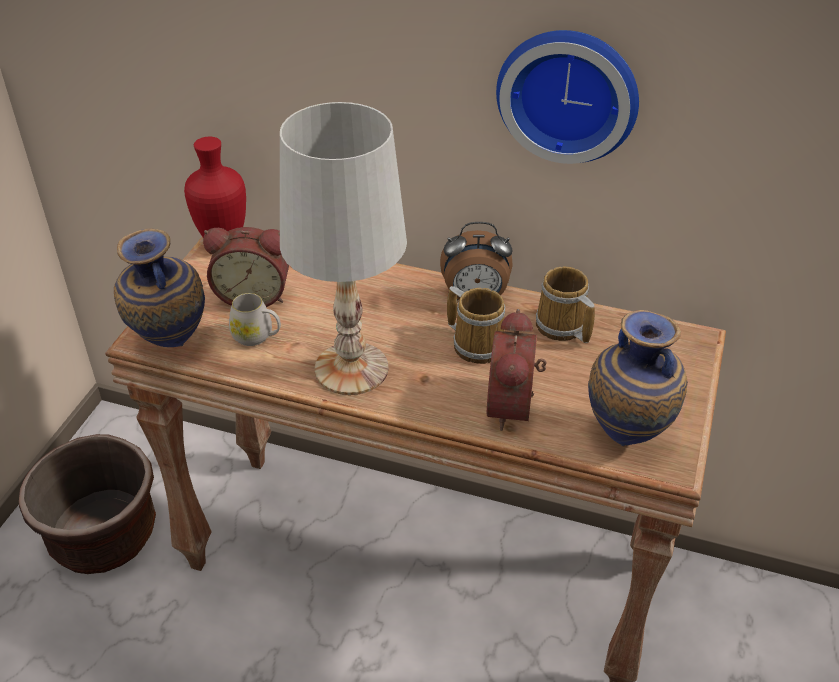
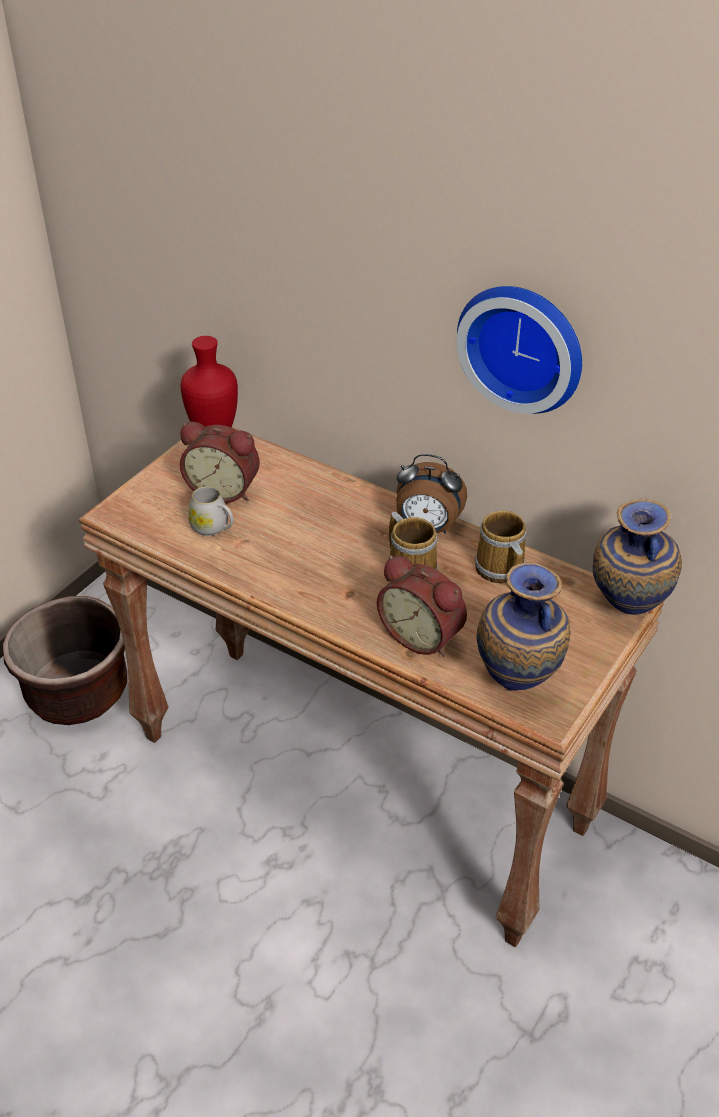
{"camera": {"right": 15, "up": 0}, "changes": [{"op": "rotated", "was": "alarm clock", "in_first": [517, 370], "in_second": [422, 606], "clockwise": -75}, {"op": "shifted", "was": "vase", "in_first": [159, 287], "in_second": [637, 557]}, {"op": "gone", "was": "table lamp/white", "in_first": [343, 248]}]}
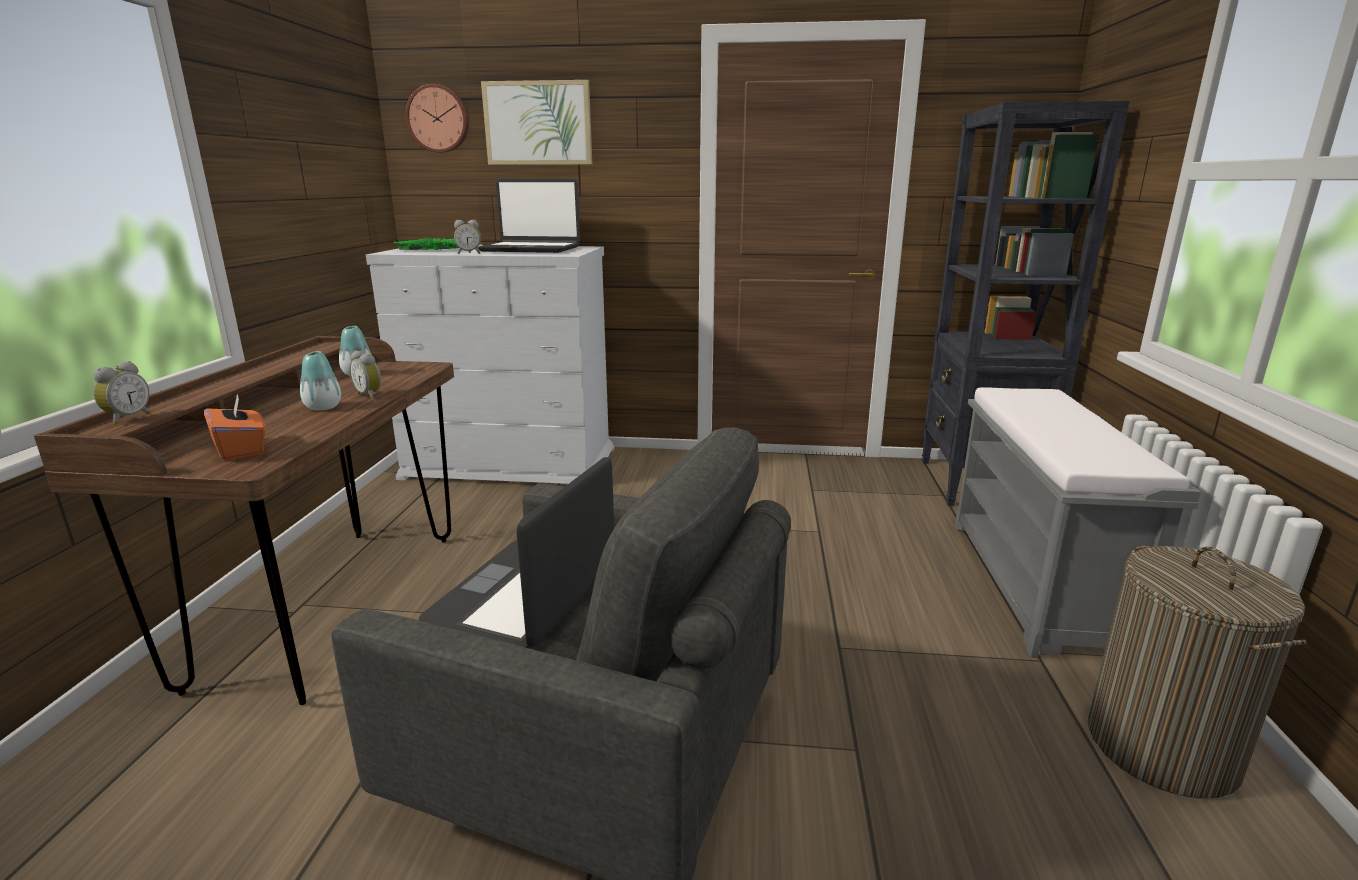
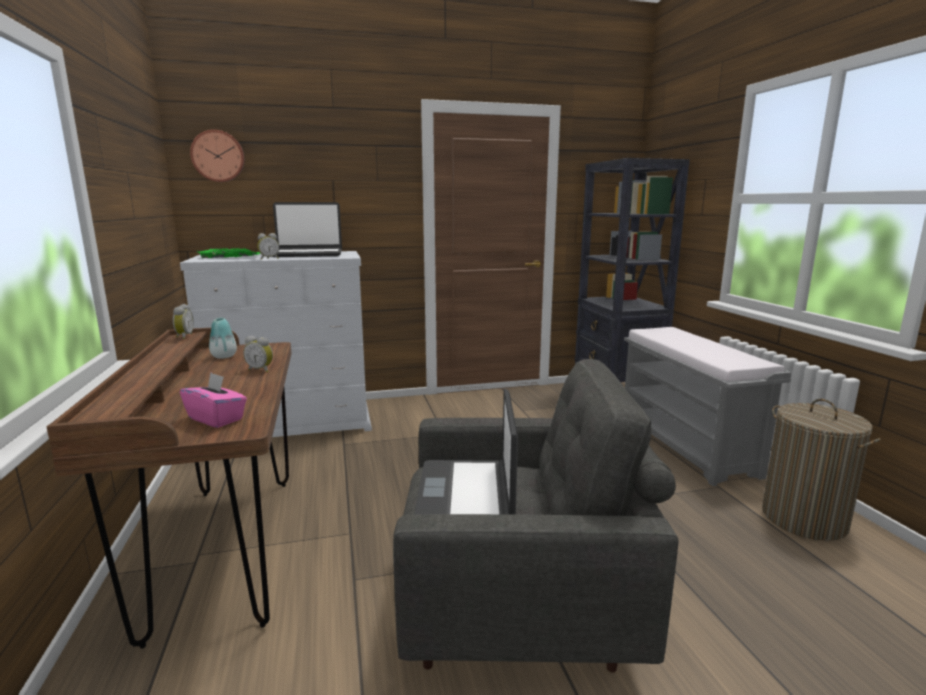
{"camera": {"right": -20, "up": -5}, "changes": [{"op": "shifted", "was": "alarm clock", "in_first": [121, 392], "in_second": [183, 321]}, {"op": "repainted", "was": "tissue box/orange", "now": "tissue box/pink", "in_first": [235, 428], "in_second": [213, 400]}, {"op": "gone", "was": "vase", "in_first": [320, 381]}, {"op": "gone", "was": "picture", "in_first": [536, 122]}]}
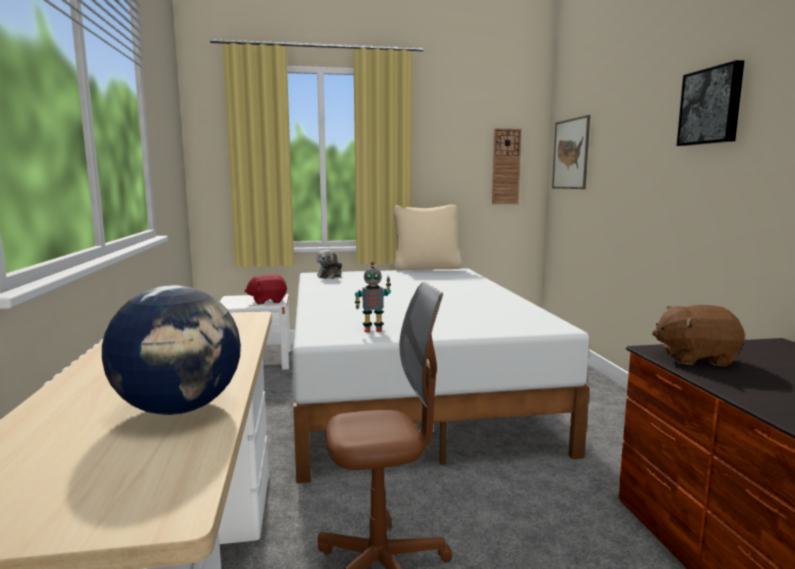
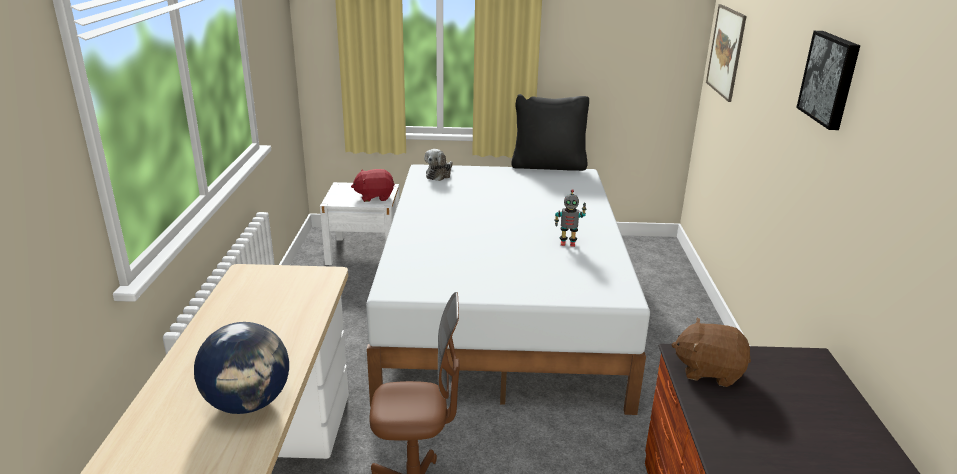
{"camera": {"right": 10, "up": 15}, "changes": [{"op": "repainted", "was": "pillow/beige", "now": "pillow/black", "in_first": [428, 238], "in_second": [550, 132]}, {"op": "shifted", "was": "toy robot", "in_first": [373, 296], "in_second": [570, 218]}, {"op": "gone", "was": "wall clock", "in_first": [507, 166]}]}
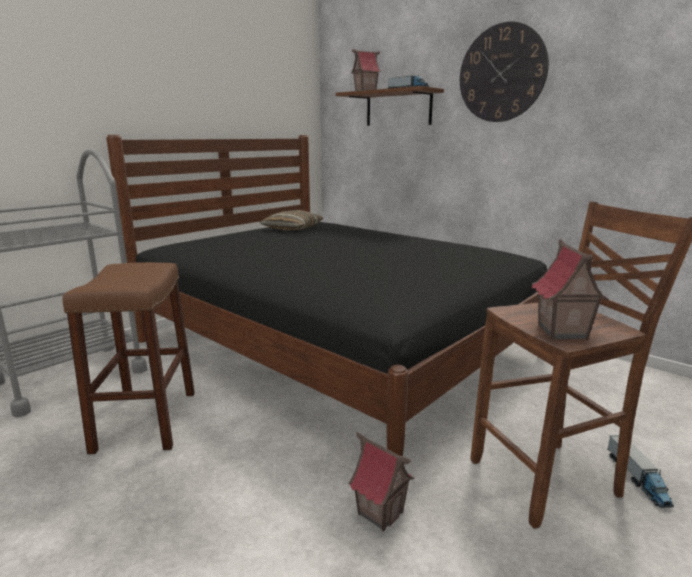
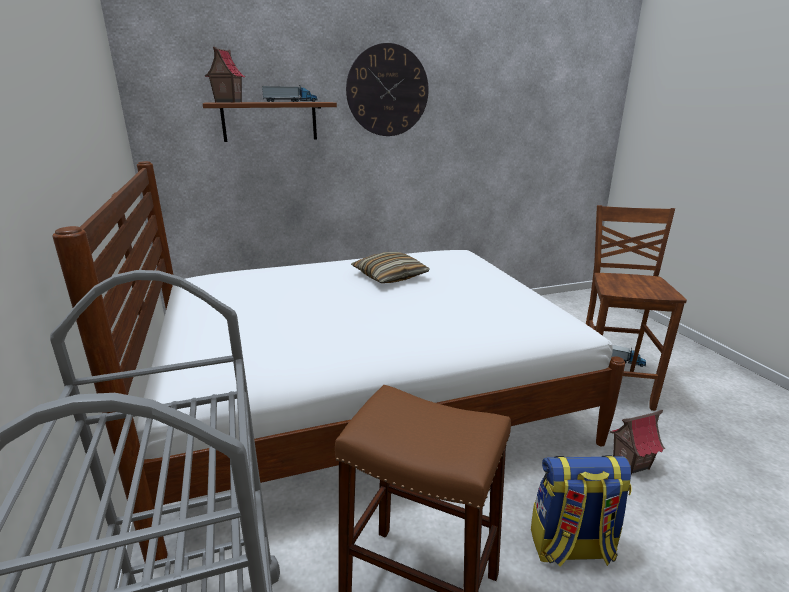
{"camera": {"right": -60, "up": 5}, "changes": [{"op": "repainted", "was": "bed/black", "now": "bed/white", "in_first": [326, 295], "in_second": [338, 361]}, {"op": "shifted", "was": "pillow", "in_first": [291, 220], "in_second": [390, 267]}, {"op": "new", "now": "backpack", "in_second": [581, 510]}, {"op": "gone", "was": "toy house", "in_first": [570, 289]}]}
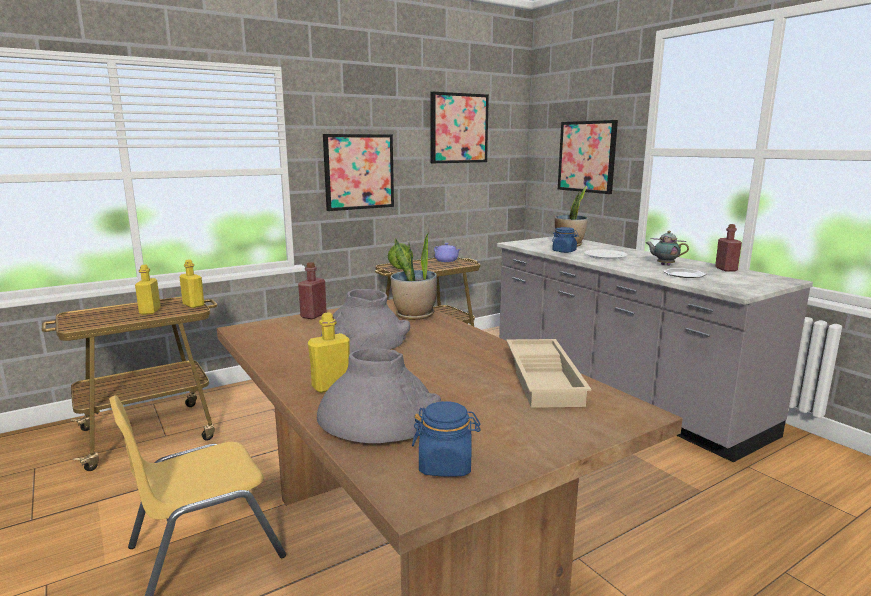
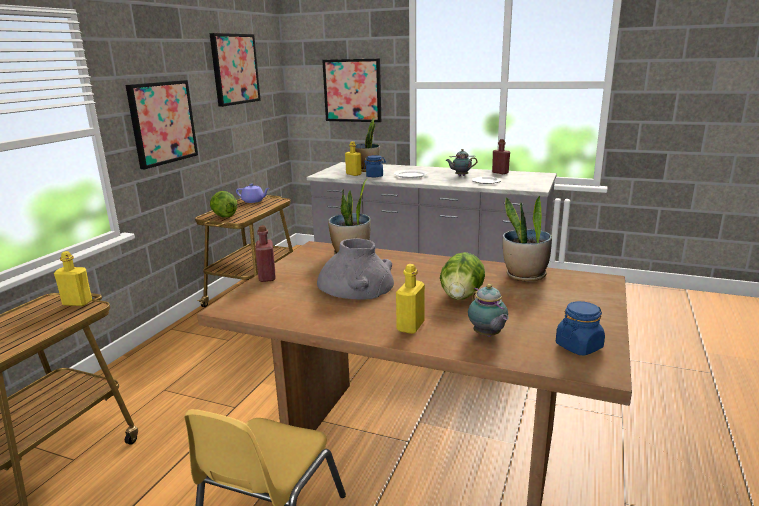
{"camera": {"right": -35, "up": 5}, "changes": [{"op": "shifted", "was": "bottle/yellow", "in_first": [148, 290], "in_second": [353, 158]}, {"op": "new", "now": "lettuce", "in_second": [462, 276]}, {"op": "swapped", "was": "vase/grey", "now": "teapot", "in_first": [379, 395], "in_second": [488, 310]}, {"op": "swapped", "was": "tray/beige", "now": "potted plant", "in_first": [548, 373], "in_second": [527, 239]}]}
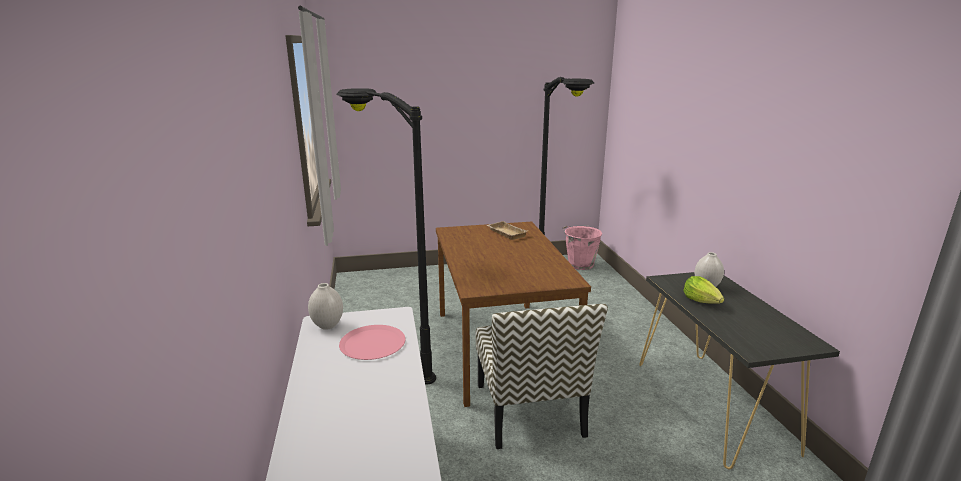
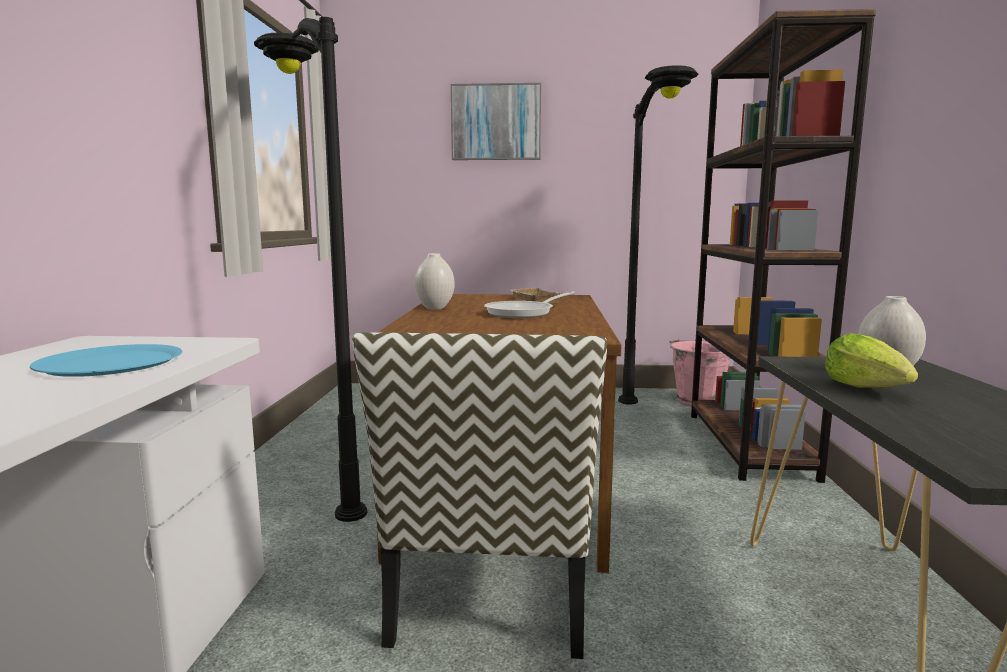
{"camera": {"right": 15, "up": -10}, "changes": [{"op": "repainted", "was": "plate/pink", "now": "plate/blue", "in_first": [372, 342], "in_second": [106, 360]}, {"op": "shifted", "was": "vase/white", "in_first": [325, 306], "in_second": [434, 281]}, {"op": "new", "now": "picture", "in_second": [496, 121]}, {"op": "new", "now": "frying pan", "in_second": [529, 305]}, {"op": "new", "now": "bookcase/brown", "in_second": [783, 246]}]}
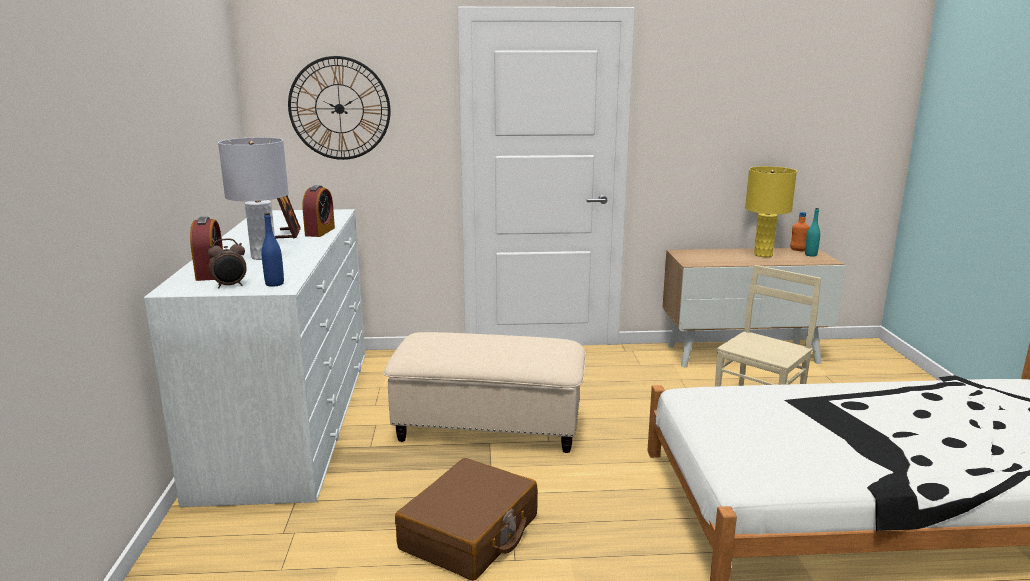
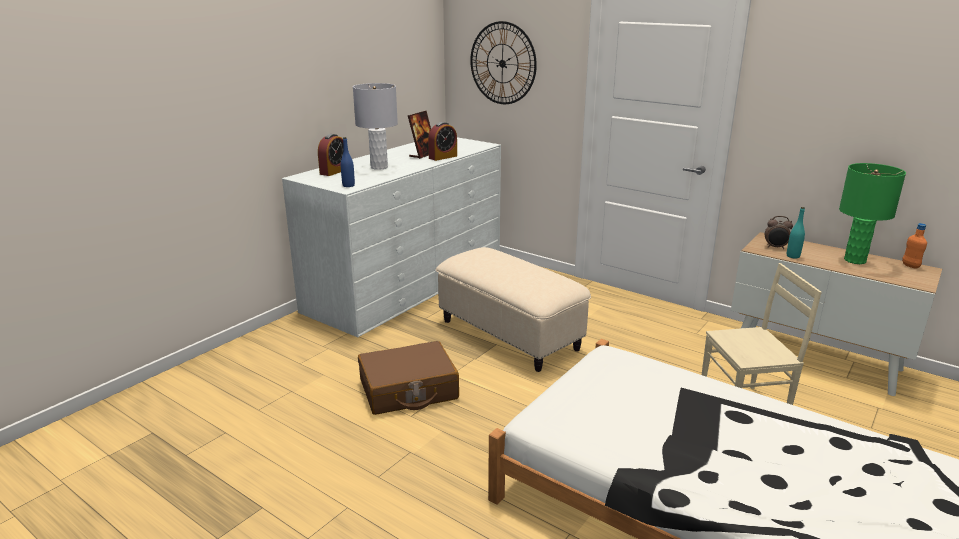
{"camera": {"right": 40, "up": 5}, "changes": [{"op": "shifted", "was": "alarm clock", "in_first": [227, 263], "in_second": [779, 232]}, {"op": "shifted", "was": "bottle/turquoise", "in_first": [812, 232], "in_second": [796, 232]}, {"op": "repainted", "was": "table lamp/yellow", "now": "table lamp/green", "in_first": [771, 211], "in_second": [872, 213]}]}
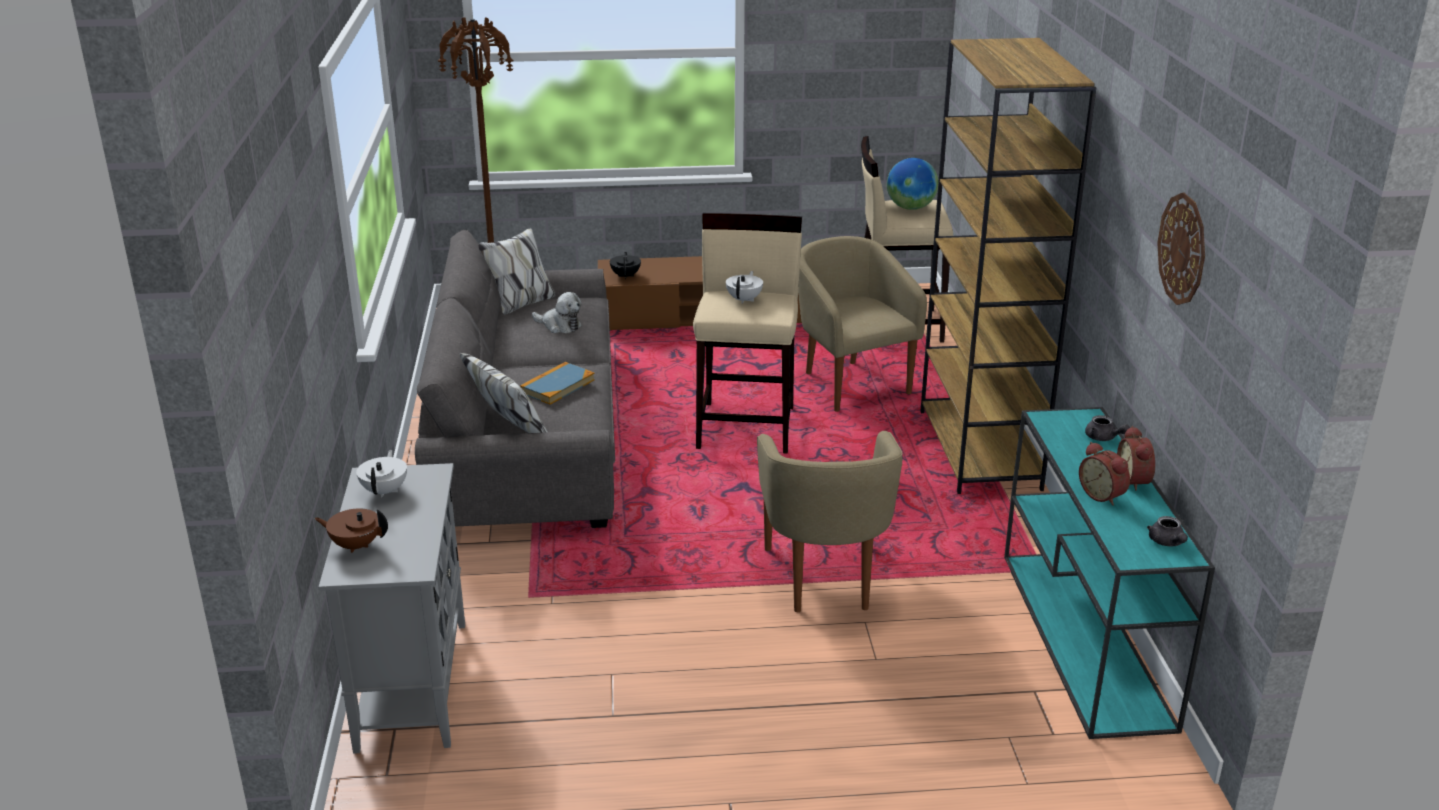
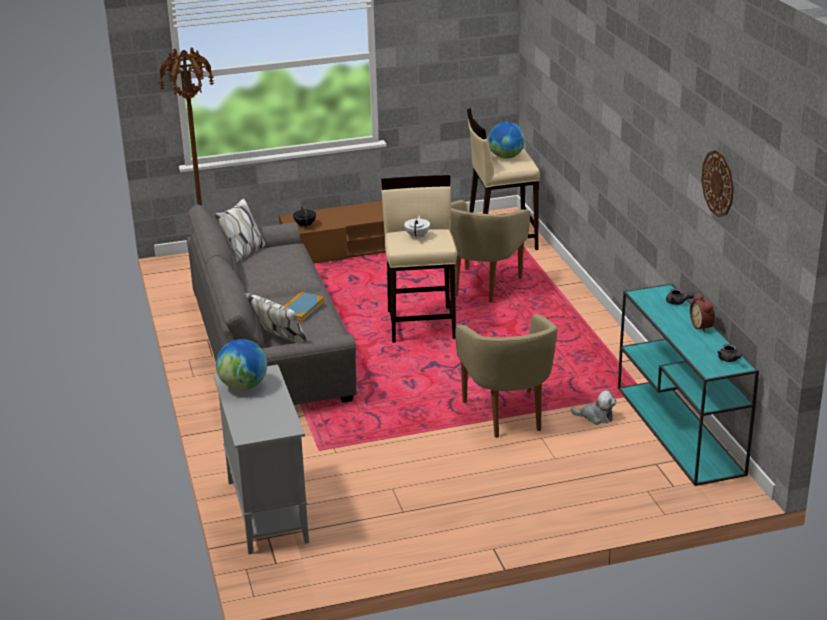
{"camera": {"right": -10, "up": 0}, "changes": [{"op": "swapped", "was": "teapot/white", "now": "globe", "in_first": [381, 474], "in_second": [241, 364]}, {"op": "rotated", "was": "armchair/beige", "in_first": [862, 324], "in_second": [490, 251], "clockwise": -120}, {"op": "shifted", "was": "plush toy", "in_first": [557, 312], "in_second": [593, 407]}, {"op": "gone", "was": "teapot/brown", "in_first": [351, 531]}, {"op": "gone", "was": "bookcase/brown", "in_first": [1008, 266]}, {"op": "gone", "was": "alarm clock", "in_first": [1104, 474]}]}
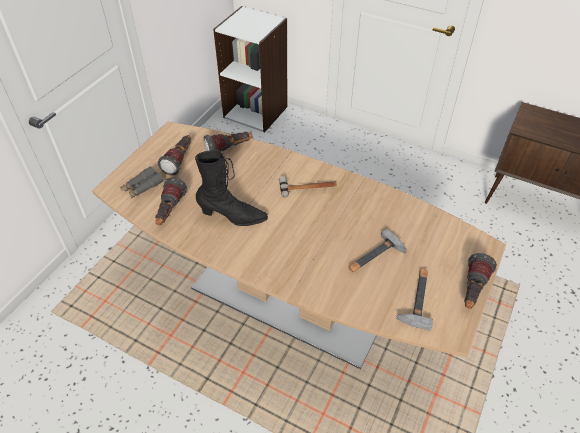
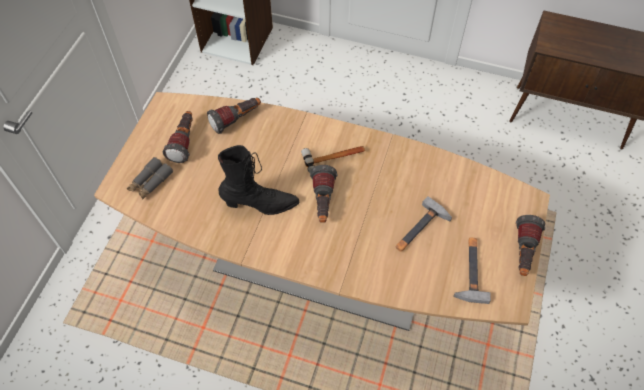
{"camera": {"right": -10, "up": 10}, "changes": [{"op": "shifted", "was": "flashlight", "in_first": [171, 201], "in_second": [323, 194]}]}
